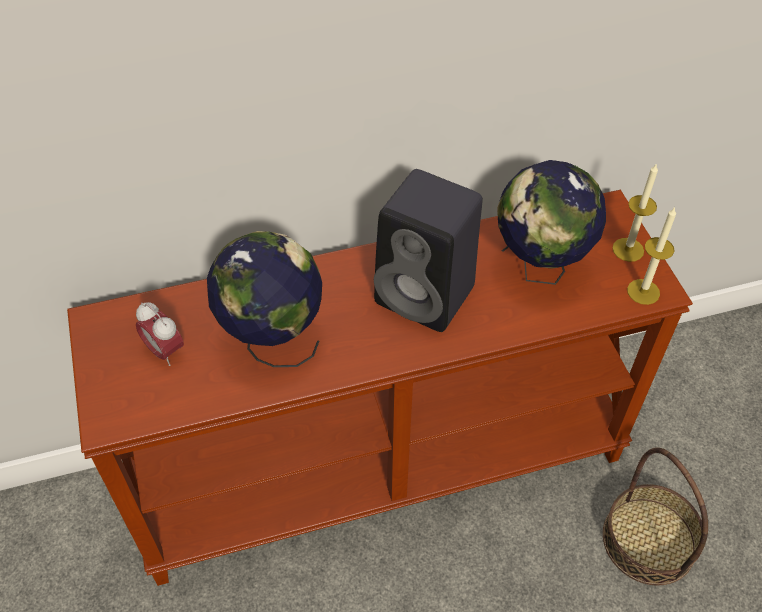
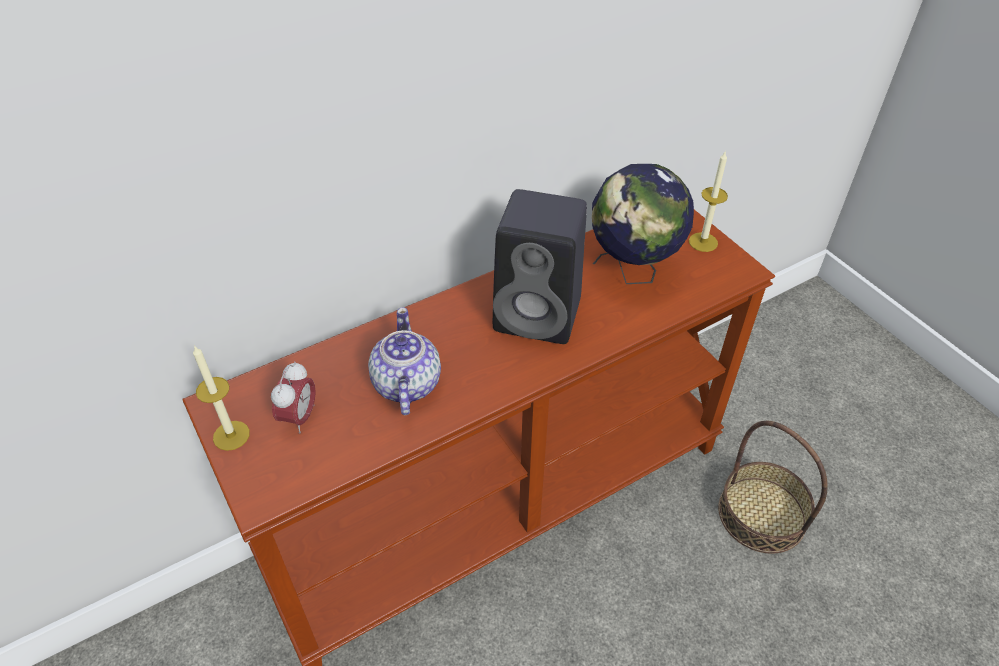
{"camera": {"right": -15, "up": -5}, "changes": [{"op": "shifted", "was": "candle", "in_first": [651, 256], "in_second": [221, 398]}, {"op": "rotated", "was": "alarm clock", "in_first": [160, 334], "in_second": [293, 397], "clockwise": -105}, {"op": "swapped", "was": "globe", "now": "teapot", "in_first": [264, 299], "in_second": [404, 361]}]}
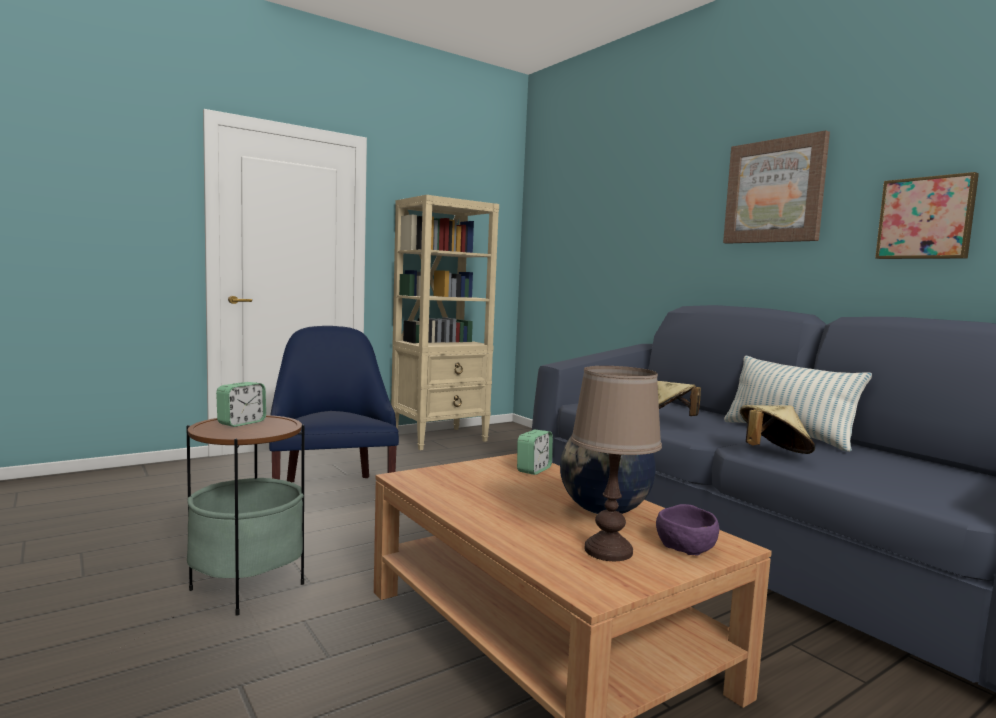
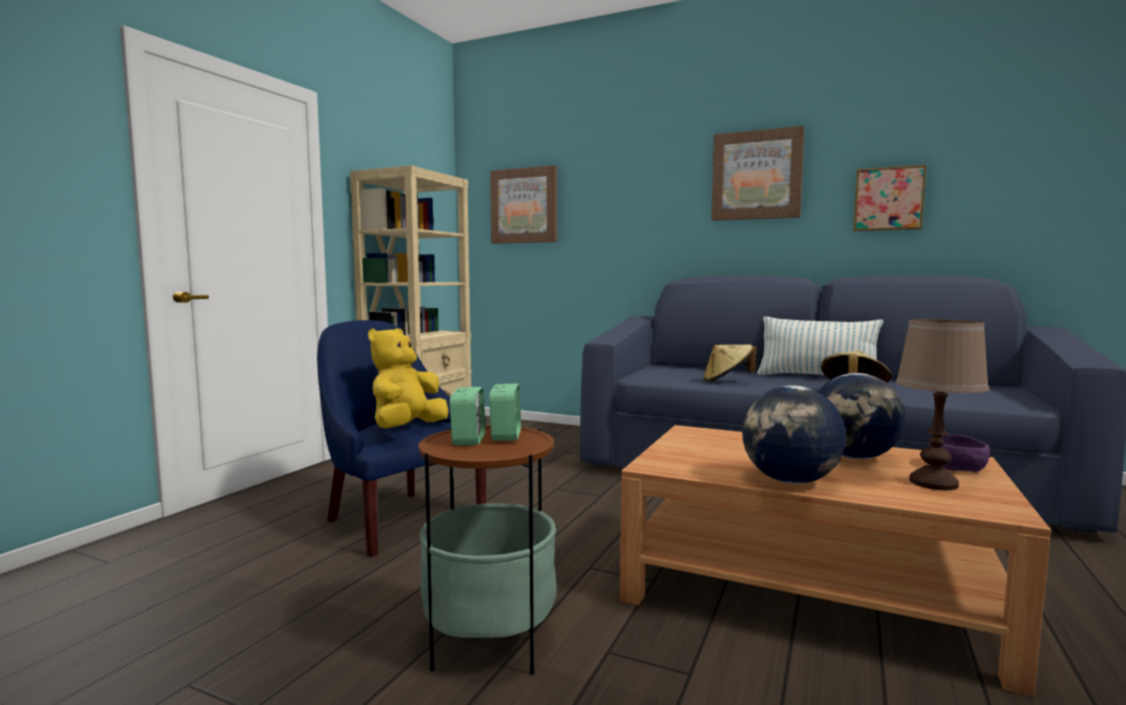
{"camera": {"right": -30, "up": 0}, "changes": [{"op": "new", "now": "plush toy/yellow", "in_second": [408, 378]}, {"op": "shifted", "was": "alarm clock", "in_first": [535, 452], "in_second": [505, 412]}, {"op": "new", "now": "picture", "in_second": [523, 204]}, {"op": "new", "now": "globe", "in_second": [794, 434]}]}
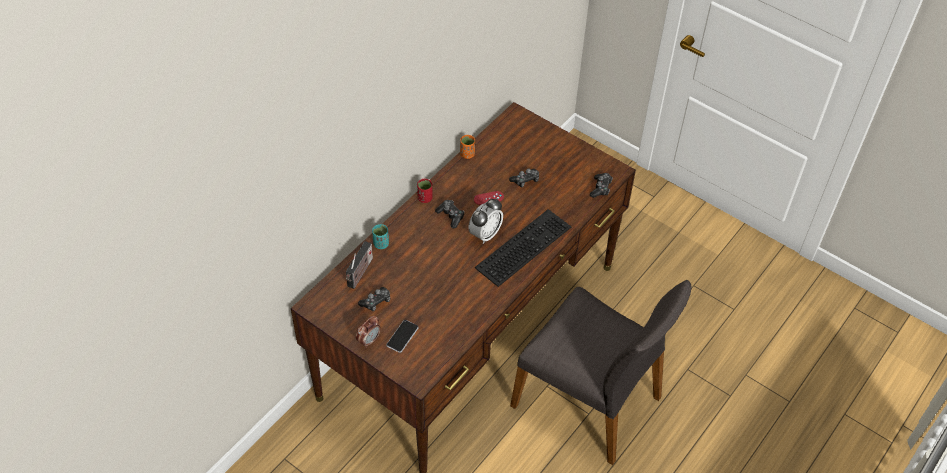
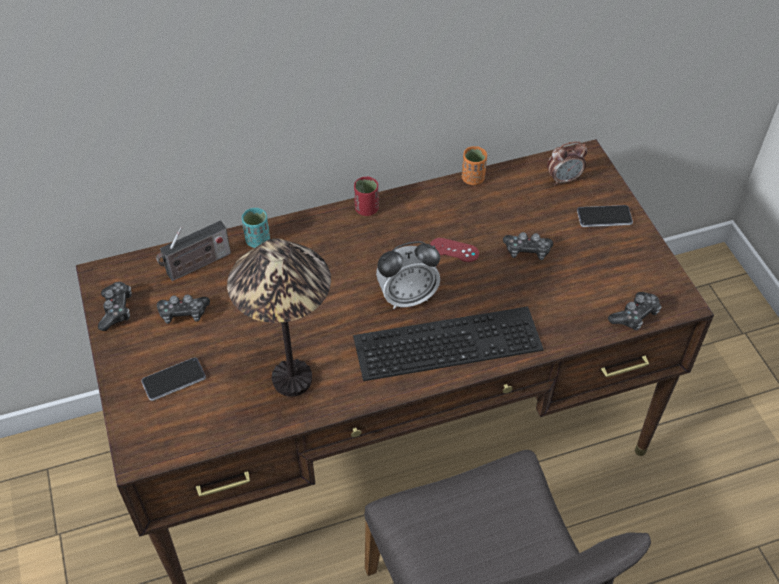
{"camera": {"right": 35, "up": 0}, "changes": [{"op": "shifted", "was": "game controller", "in_first": [450, 214], "in_second": [115, 306]}, {"op": "new", "now": "table lamp", "in_second": [279, 317]}, {"op": "shifted", "was": "alarm clock", "in_first": [368, 332], "in_second": [567, 163]}, {"op": "new", "now": "phone", "in_second": [605, 216]}]}
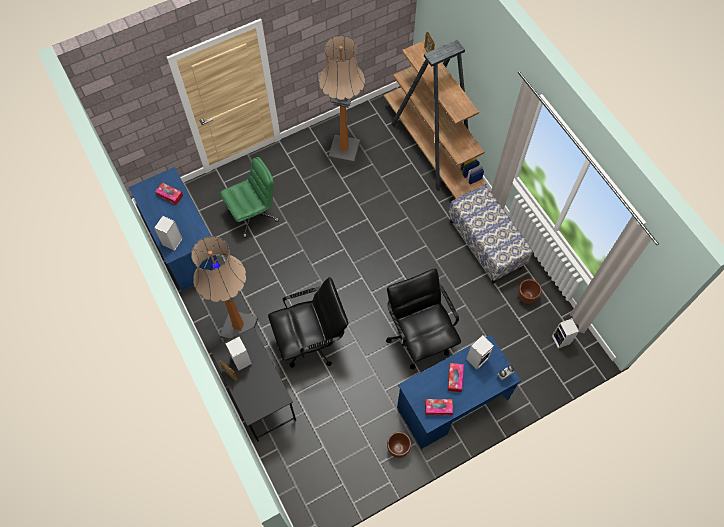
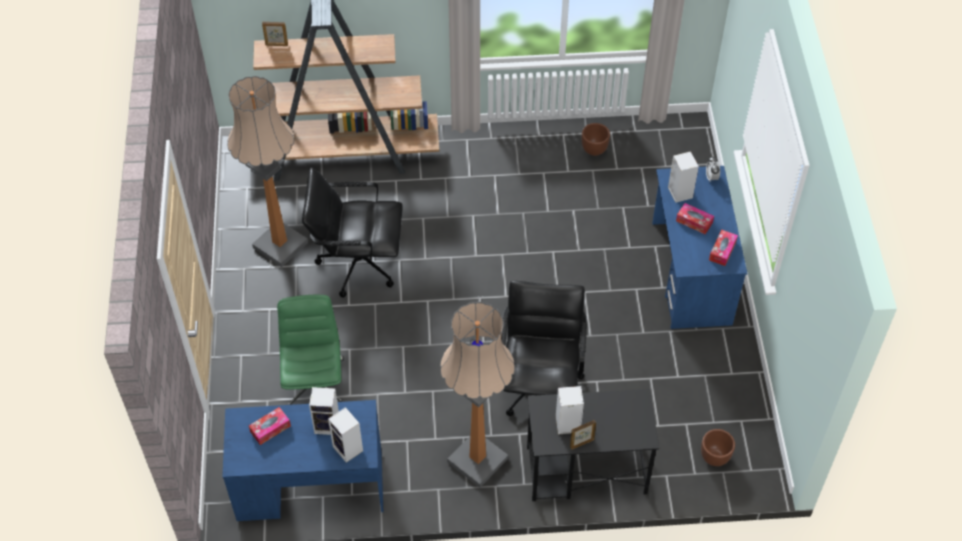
{"camera": {"right": -65, "up": -10}, "changes": [{"op": "shifted", "was": "office chair/black", "in_first": [423, 319], "in_second": [352, 233]}, {"op": "shifted", "was": "speaker", "in_first": [565, 333], "in_second": [324, 411]}, {"op": "shifted", "was": "planter/brown", "in_first": [399, 445], "in_second": [718, 447]}, {"op": "gone", "was": "bench", "in_first": [490, 234]}]}
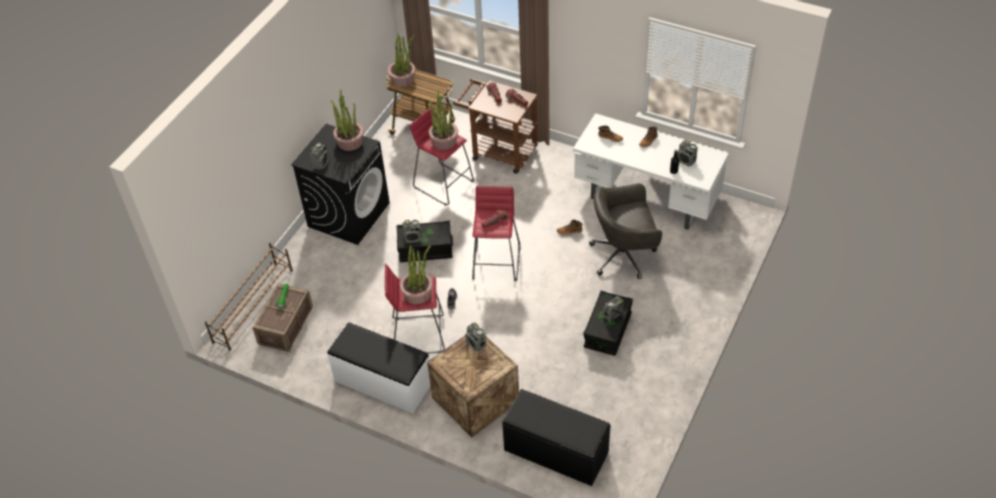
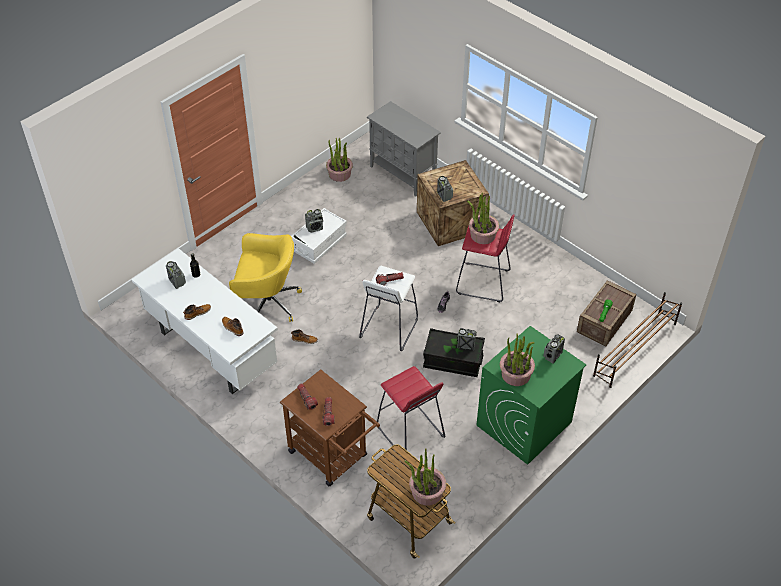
{"camera": {"right": -165, "up": 0}, "changes": [{"op": "repainted", "was": "office chair/grey", "now": "office chair/yellow", "in_first": [625, 231], "in_second": [265, 277]}, {"op": "repainted", "was": "storage box/black", "now": "storage box/white", "in_first": [608, 323], "in_second": [319, 236]}, {"op": "shifted", "was": "potted plant", "in_first": [443, 119], "in_second": [339, 160]}, {"op": "repainted", "was": "stool/red", "now": "stool/white", "in_first": [496, 233], "in_second": [388, 308]}, {"op": "swapped", "was": "bench/black", "now": "cabinet/grey", "in_first": [556, 437], "in_second": [404, 149]}, {"op": "repainted", "was": "washing machine/black", "now": "washing machine/green", "in_first": [340, 184], "in_second": [531, 395]}, {"op": "gone", "was": "bench/white", "in_first": [379, 367]}]}
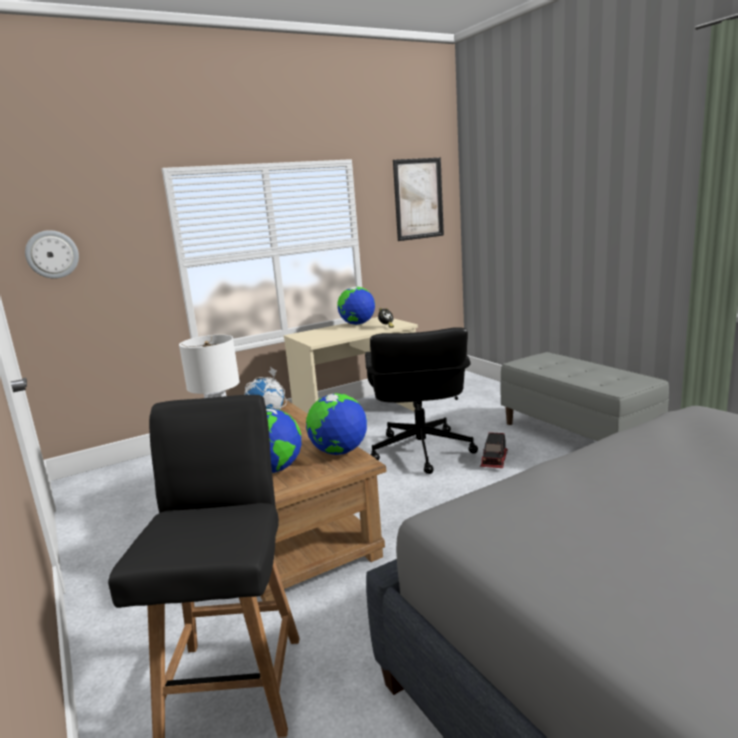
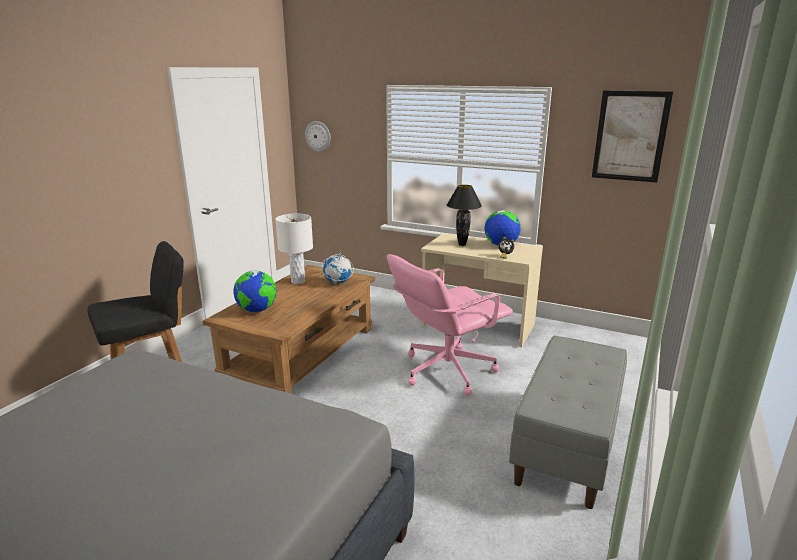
{"camera": {"right": 55, "up": 5}, "changes": [{"op": "repainted", "was": "office chair/black", "now": "office chair/pink", "in_first": [421, 400], "in_second": [450, 325]}, {"op": "new", "now": "table lamp/black", "in_second": [464, 215]}, {"op": "gone", "was": "globe", "in_first": [336, 424]}, {"op": "gone", "was": "toy truck", "in_first": [494, 450]}]}
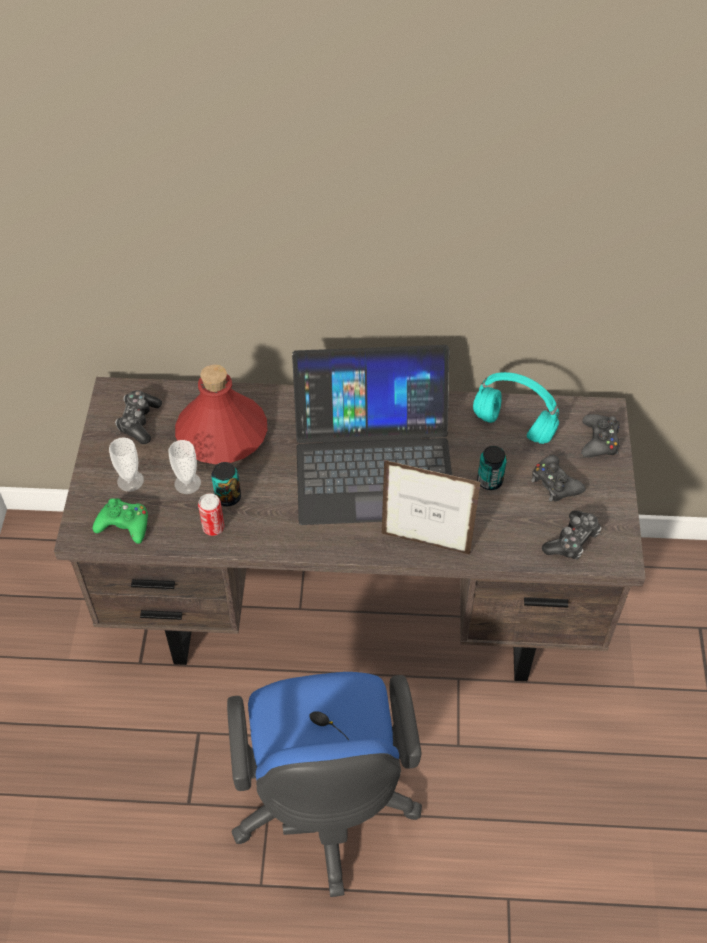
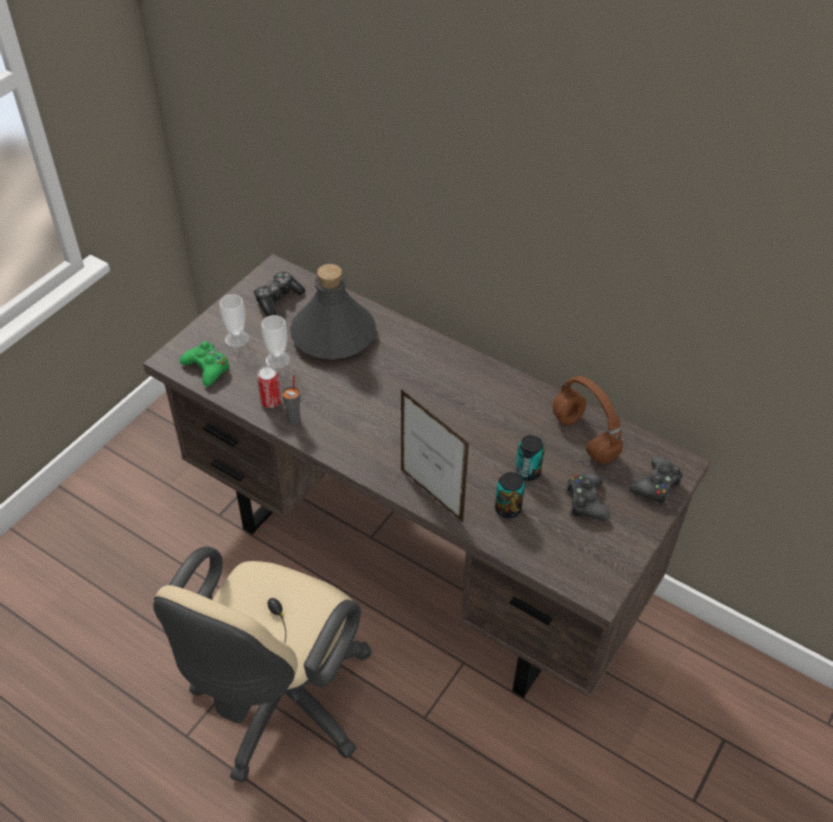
{"camera": {"right": 30, "up": -5}, "changes": [{"op": "repainted", "was": "office chair/blue", "now": "office chair/beige", "in_first": [324, 784], "in_second": [262, 664]}, {"op": "new", "now": "cup/grey", "in_second": [291, 400]}, {"op": "repainted", "was": "bottle/red", "now": "bottle/grey", "in_first": [221, 414], "in_second": [333, 311]}, {"op": "shifted", "was": "can", "in_first": [226, 484], "in_second": [510, 495]}, {"op": "repainted", "was": "headphones/turquoise", "now": "headphones/brown", "in_first": [516, 408], "in_second": [588, 419]}, {"op": "gone", "was": "laptop", "in_first": [372, 435]}, {"op": "gone", "was": "game controller", "in_first": [572, 535]}]}
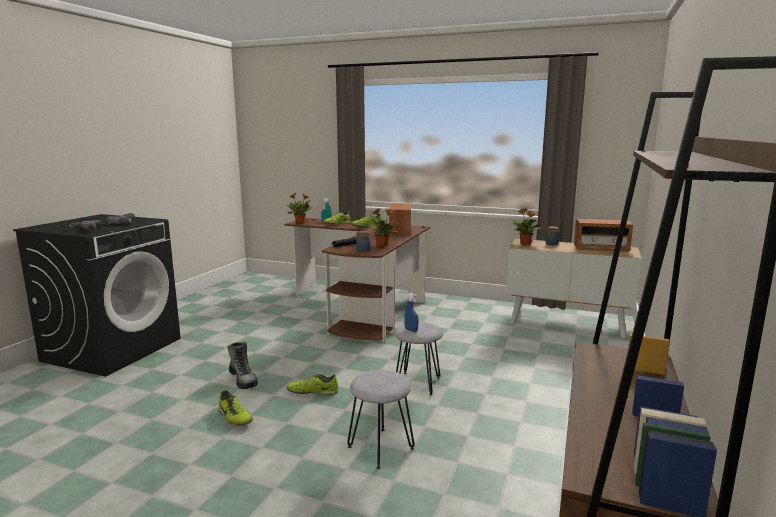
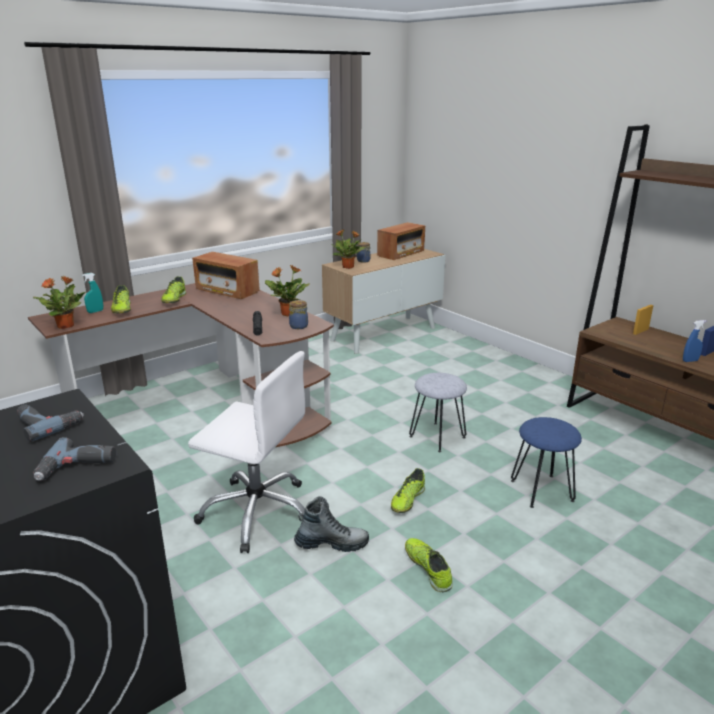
{"camera": {"right": -60, "up": 10}, "changes": [{"op": "new", "now": "office chair/white", "in_second": [246, 452]}, {"op": "rotated", "was": "shoe", "in_first": [235, 407], "in_second": [429, 565], "clockwise": -105}, {"op": "repainted", "was": "stool/grey", "now": "stool/blue", "in_first": [381, 419], "in_second": [546, 462]}, {"op": "shifted", "was": "spray bottle/blue", "in_first": [411, 312], "in_second": [694, 341]}]}
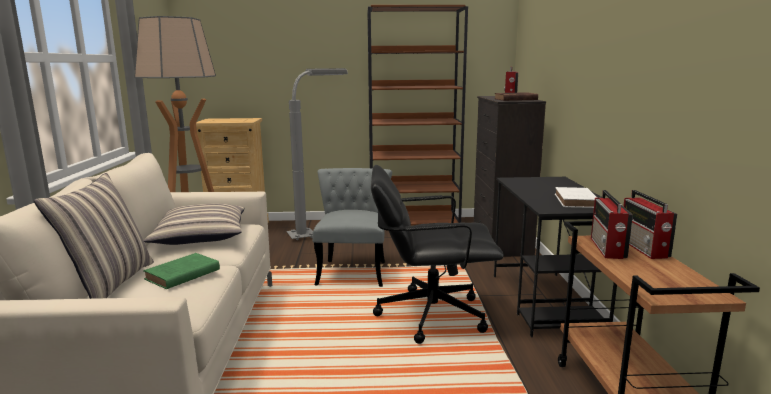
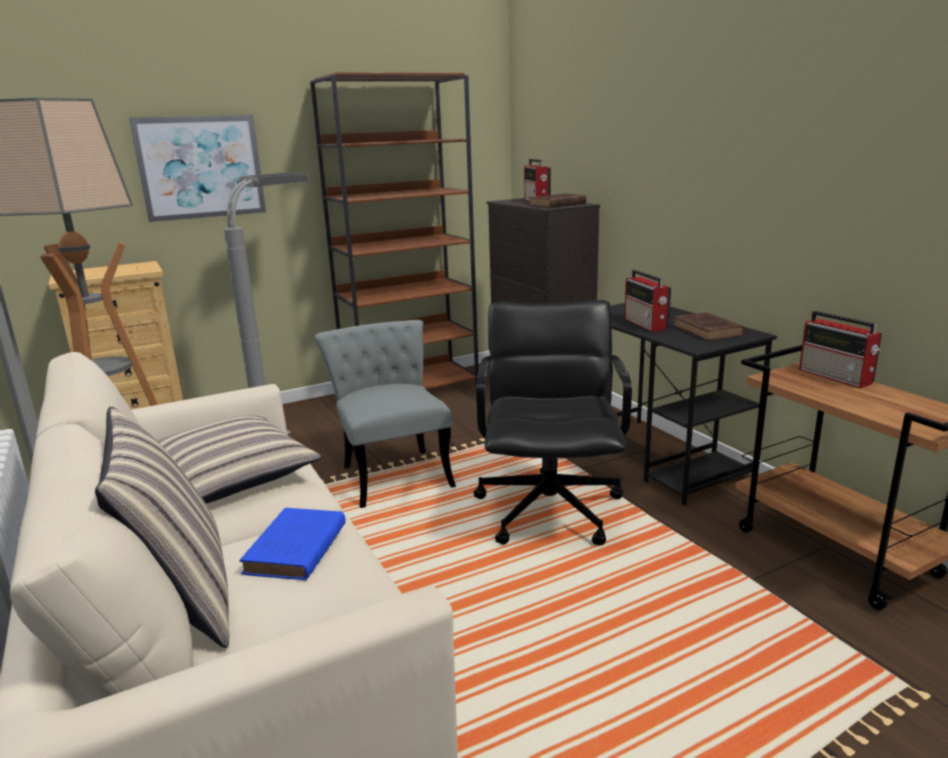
{"camera": {"right": -25, "up": 5}, "changes": [{"op": "new", "now": "picture", "in_second": [197, 168]}, {"op": "repainted", "was": "book/green", "now": "book/blue", "in_first": [181, 271], "in_second": [292, 544]}, {"op": "rotated", "was": "office chair/black", "in_first": [437, 254], "in_second": [552, 422], "clockwise": 120}, {"op": "shifted", "was": "radio", "in_first": [612, 224], "in_second": [647, 301]}, {"op": "repainted", "was": "book/white", "now": "book/brown", "in_first": [576, 197], "in_second": [709, 326]}]}
